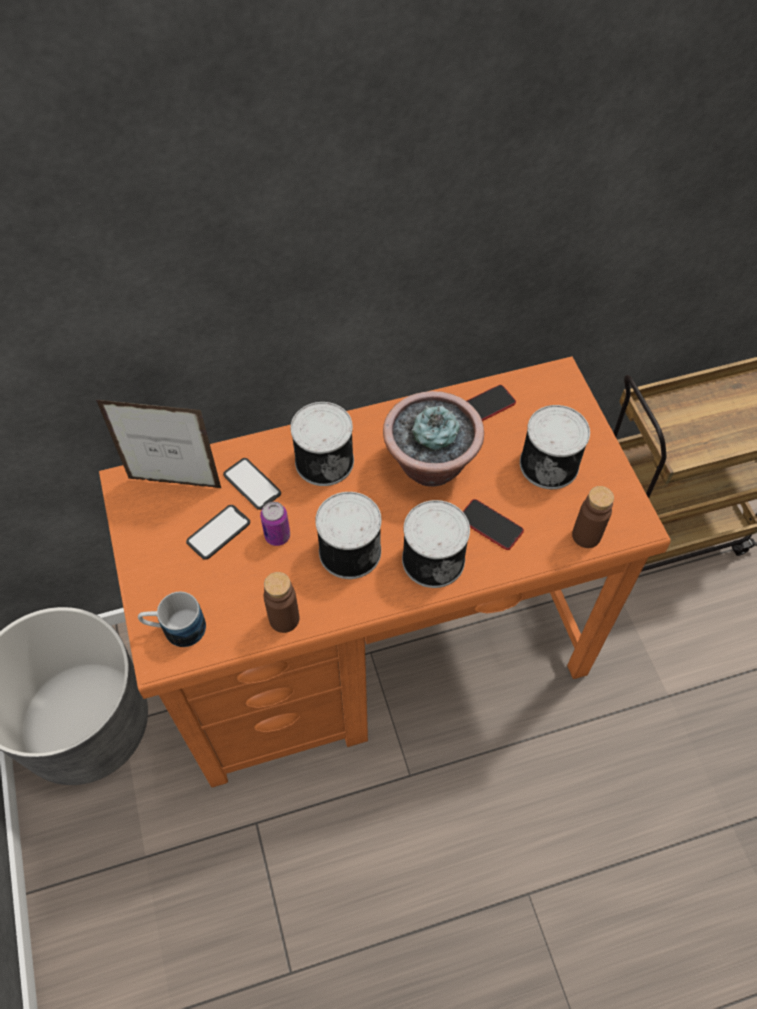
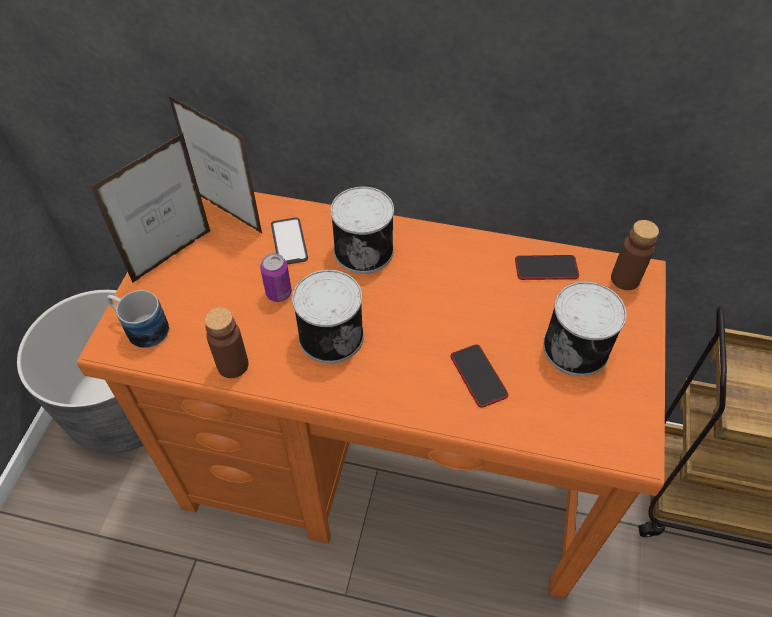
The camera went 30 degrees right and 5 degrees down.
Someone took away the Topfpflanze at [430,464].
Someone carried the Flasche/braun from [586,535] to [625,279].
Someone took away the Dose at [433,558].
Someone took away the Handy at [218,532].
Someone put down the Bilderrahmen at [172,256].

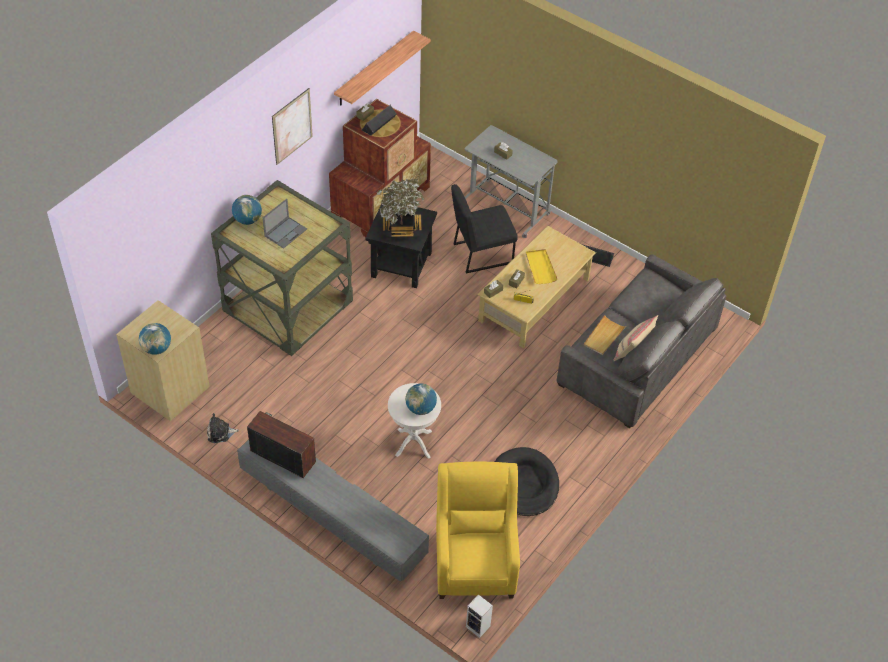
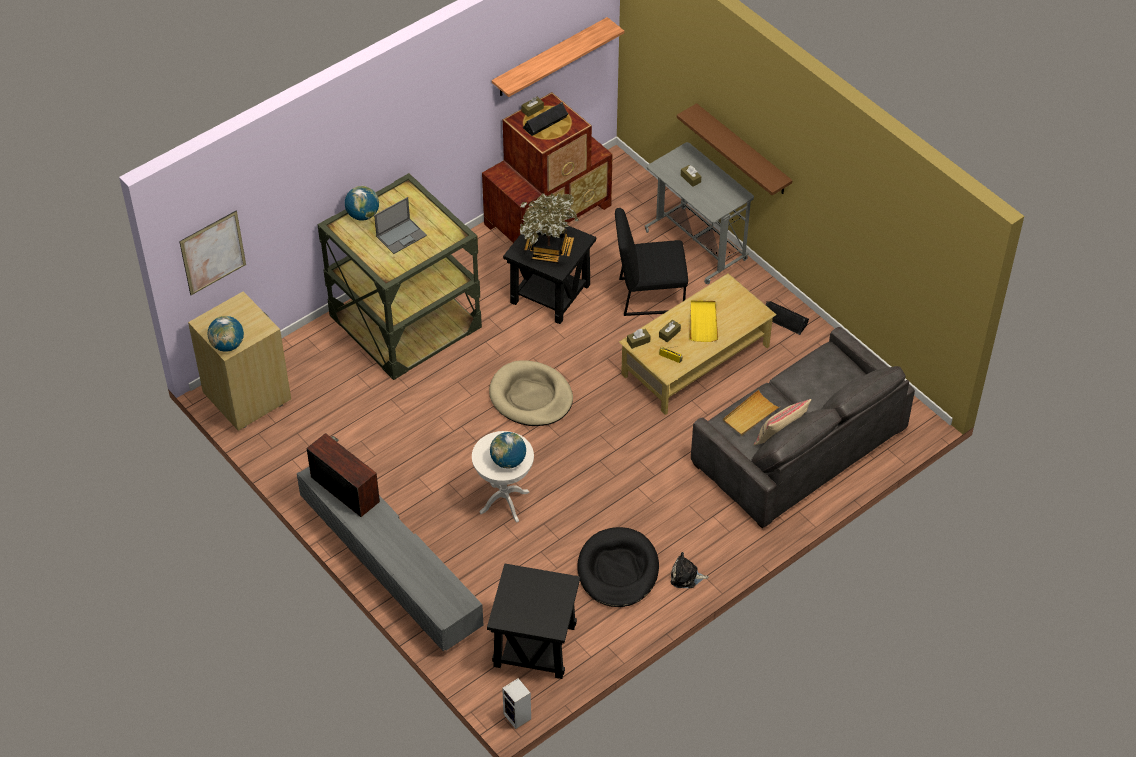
The camera went 15 degrees right and 0 degrees up.
Someone carried the Bild from [292,126] to [213,252].
Someone carried the Plüschtier from [220,433] to [686,577].
Someone swapped the Sessel/gelb at [475,561] for the Beistelltisch/schwarz at [535,645].
Someone put up the Wandregal/braun at [743,150].
Someone put down the Hundebett/beige at [531,397].

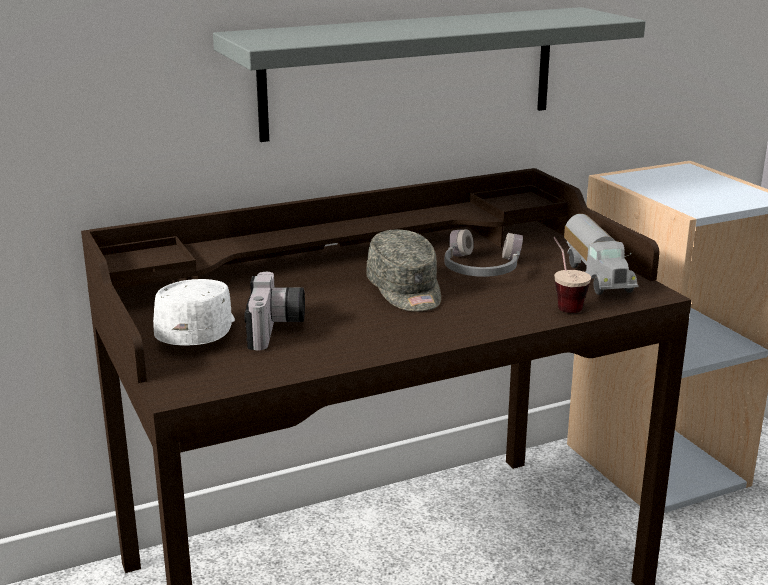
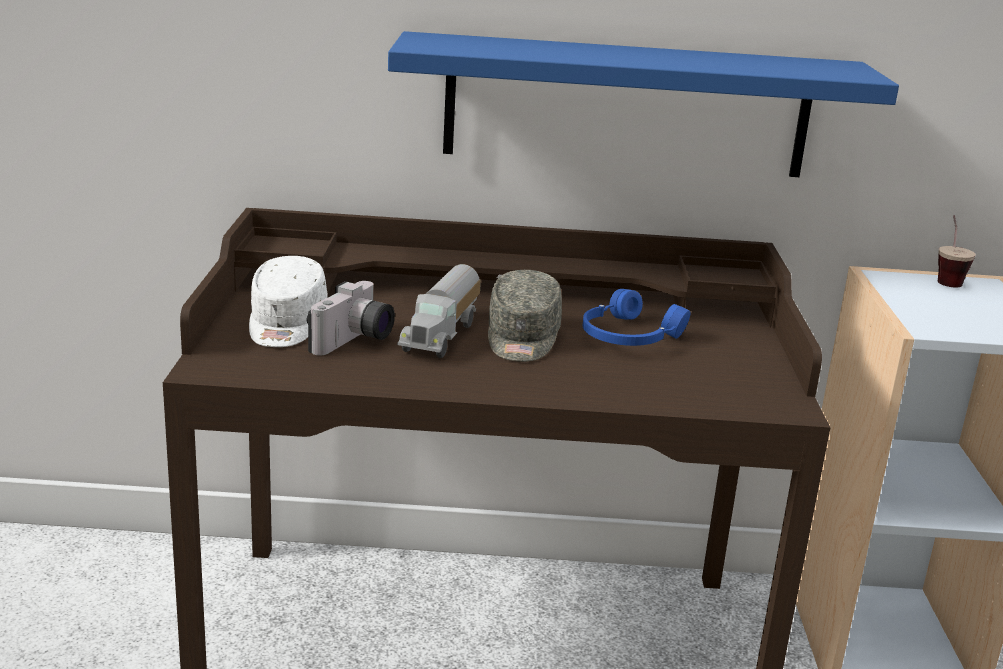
The camera went 25 degrees right and 0 degrees up.
Someone repainted the Wandregal/grau at [410,72], which became the Wandregal/blau at [626,106].
Someone carried the Spielzeuglaster from [598,276] to [443,335].
Someone repainted the Kopfhörer/grau at [480,269], which became the Kopfhörer/blau at [628,337].
Someone carried the Tasse from [563,303] to [947,279].
Someone rotated the Kappe/weiß at [199,331] by 150 degrees clockwise.

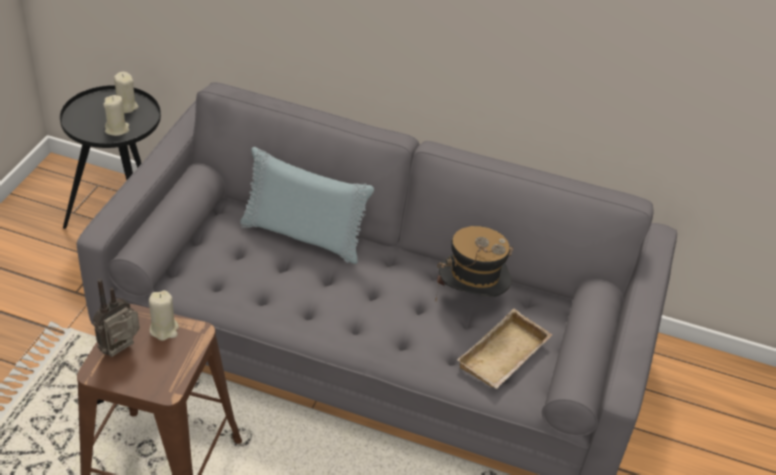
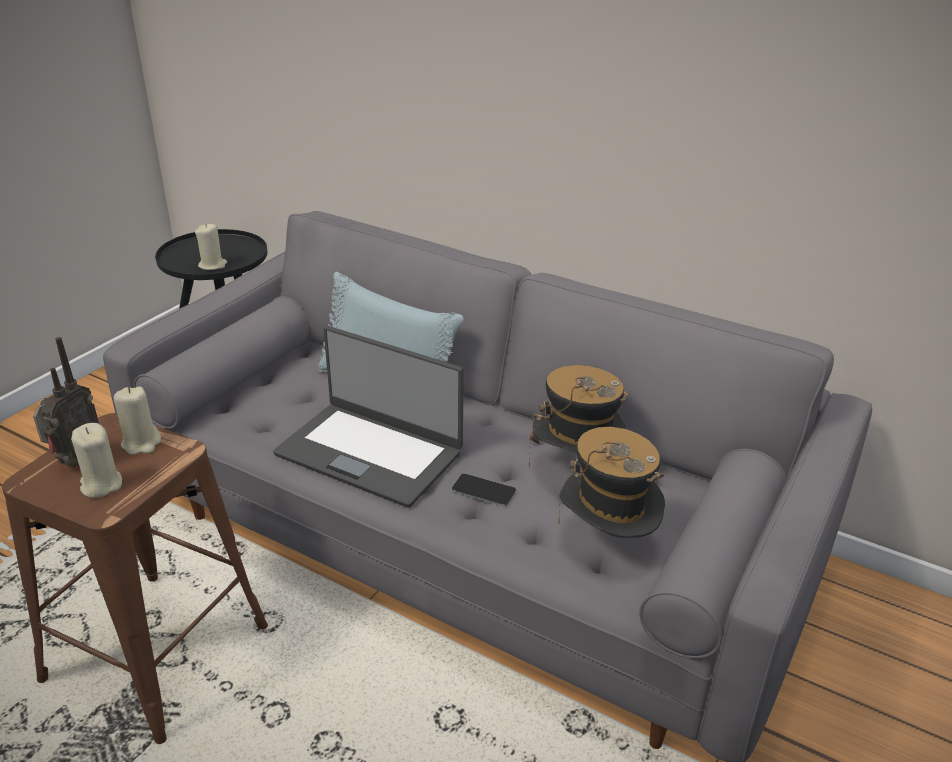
The camera went 15 degrees right and 10 degrees down.
Someone carried the Kerze/beige from [126,106] to [101,484].
Someone rotated the Radio at [122,351] by 150 degrees clockwise.
Someone swapped the Tablett/beige at [504,357] for the Hut at [606,542].
Someone put down the Laptop at [370,452].
Someone put down the Handy at [483,490].

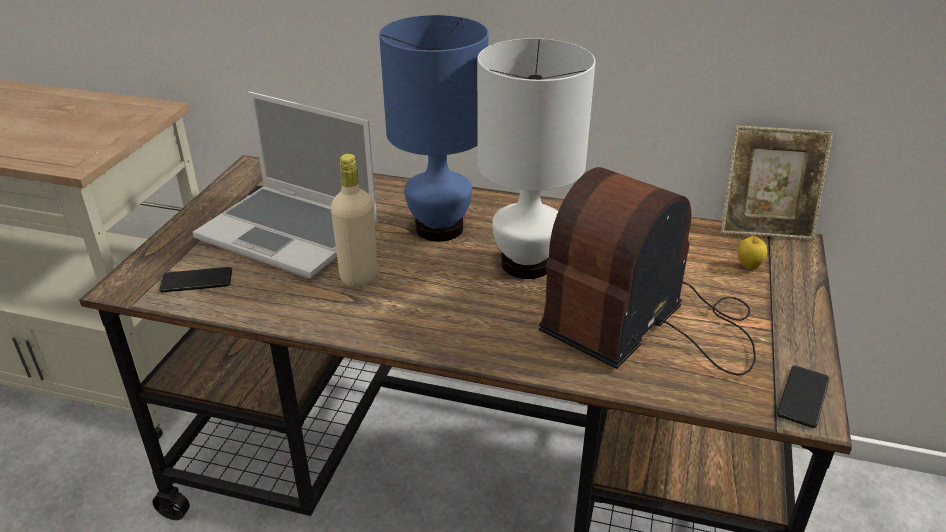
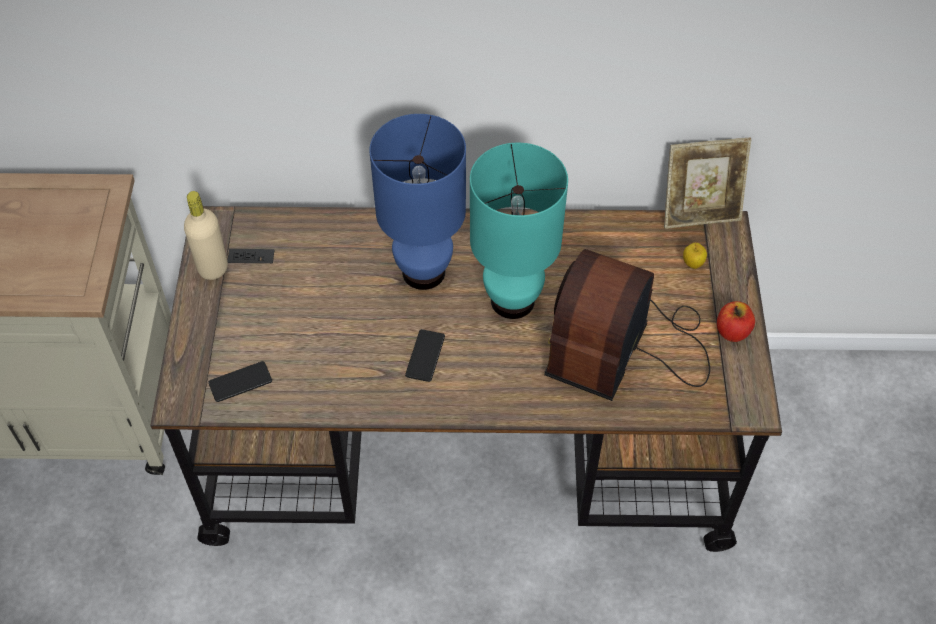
The camera went 15 degrees left and 20 degrees up.
Someone repainted the Tischlampe/weiß at [525,264], which became the Tischlampe/türkis at [511,301].
Someone took away the Laptop at [291,233].
Someone carried the Flasche/beige from [359,277] to [213,268].
Someone carried the Handy from [803,397] to [425,356].
Someone put down the Apfel at [732,331].

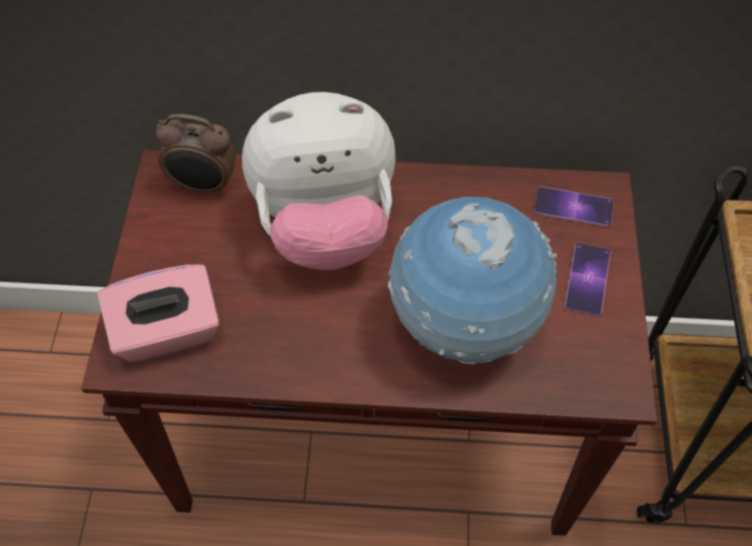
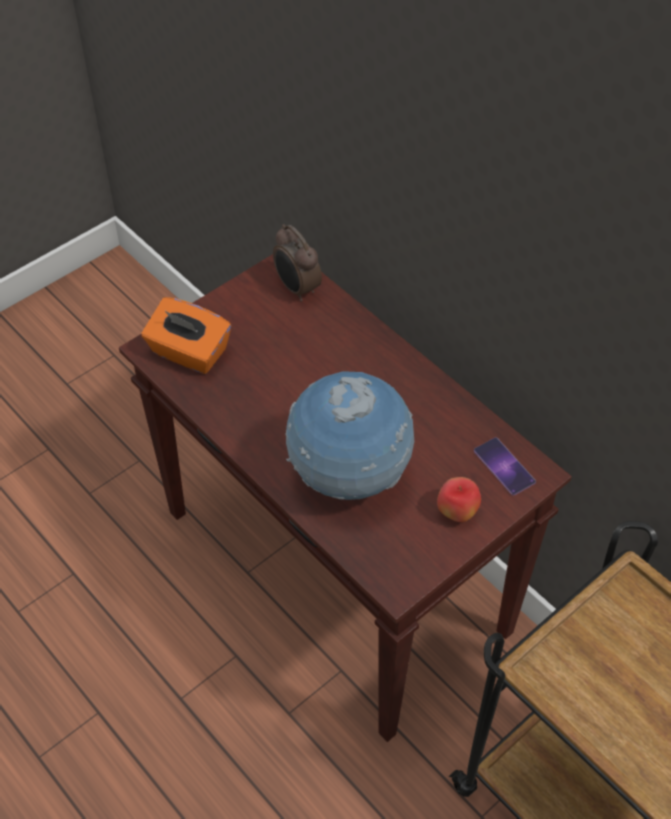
The camera went 45 degrees right and 5 degrees down.
Someone took away the Plüschtier at [325,227].
Someone swapped the Handy at [587,279] for the Apfel at [457,512].
Someone repainted the Taschentuchbox/rosa at [168,332], which became the Taschentuchbox/orange at [189,353].

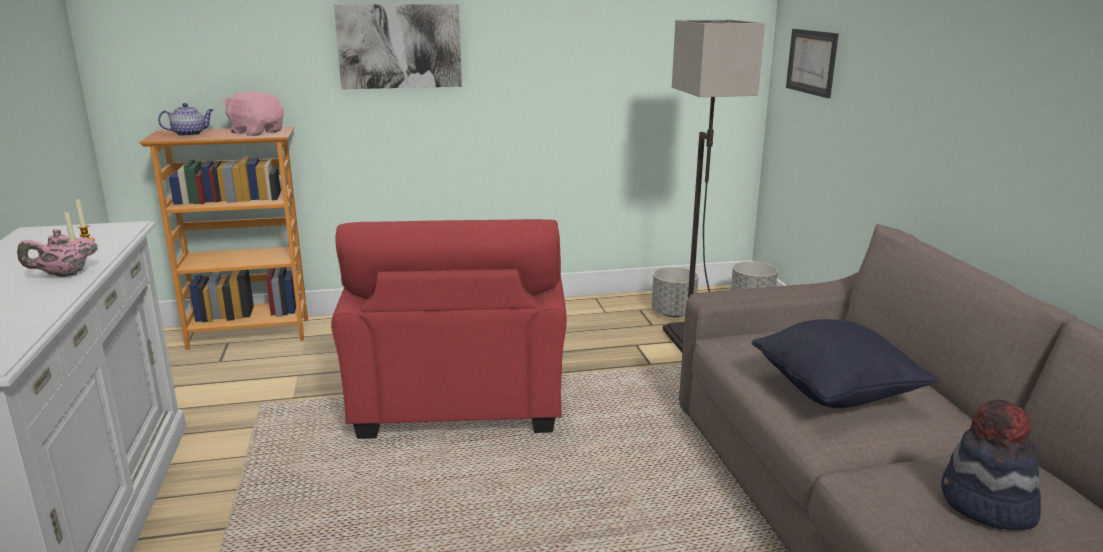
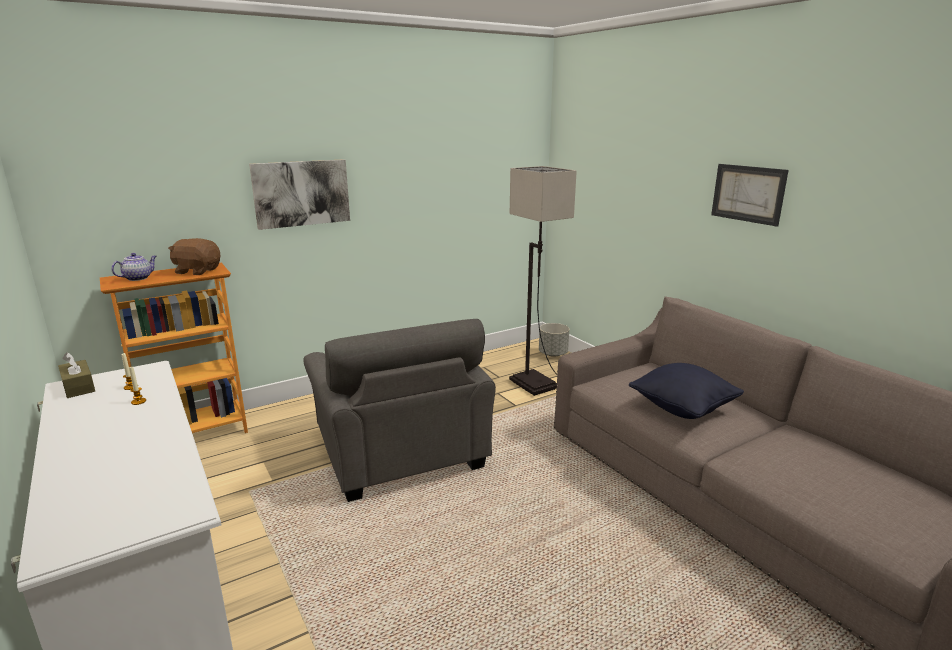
The camera went 20 degrees left and 0 degrees up.
Someone carried the Bild from [812,62] to [748,193].
Someone repainted the Plüschtier/rosa at [257,132], which became the Plüschtier/braun at [197,271].
Someone repainted the Sessel/rot at [459,394], which became the Sessel/grau at [400,452].
Someone took away the Teekanne/rosa at [64,275].
Someone took away the Pflanzkübel/grau at [673,313].
Someone took away the Hut at [986,505].
Someone put down the Taschentuchbox/braun at [78,387].

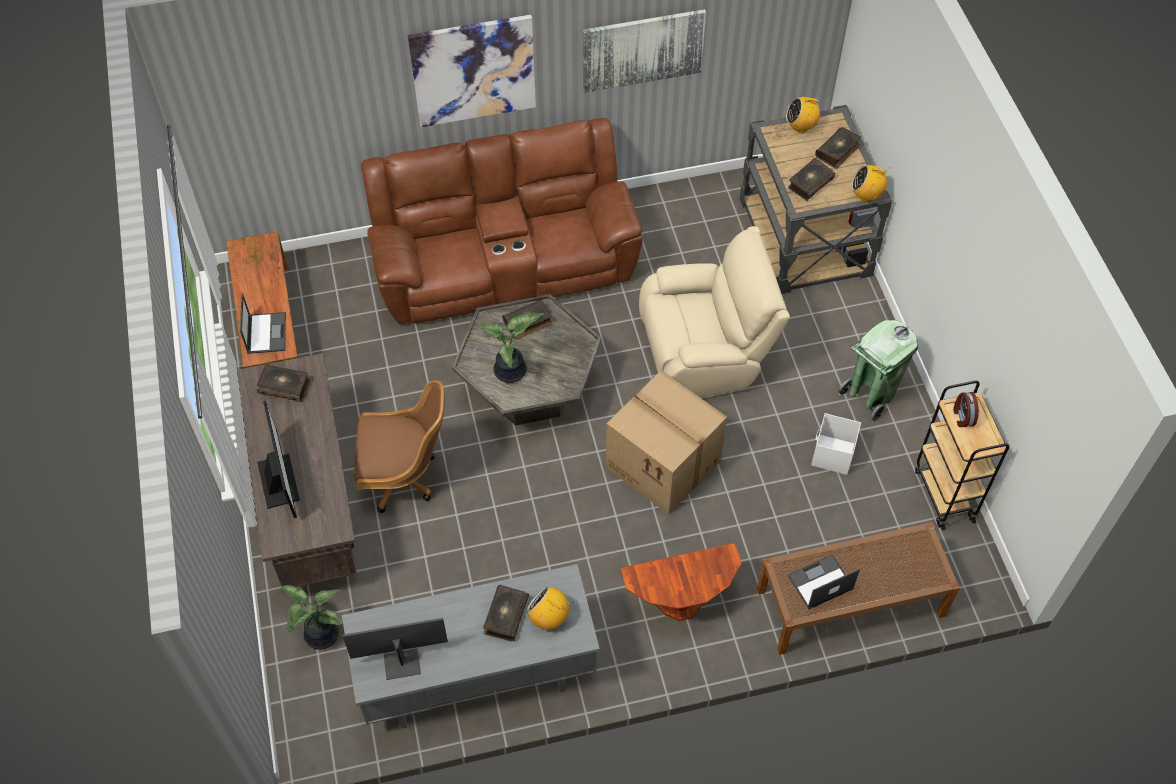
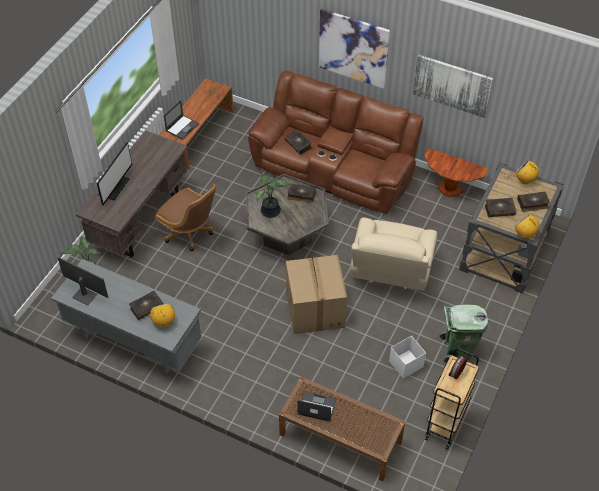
The camera went 40 degrees right and 5 degrees down.
Someone rotated the Sessel/beige at [704,352] by 75 degrees clockwise.
Someone carried the Buch from [284,386] to [298,144].
Someone carried the Beistelltisch/braun from [681,604] to [449,189].

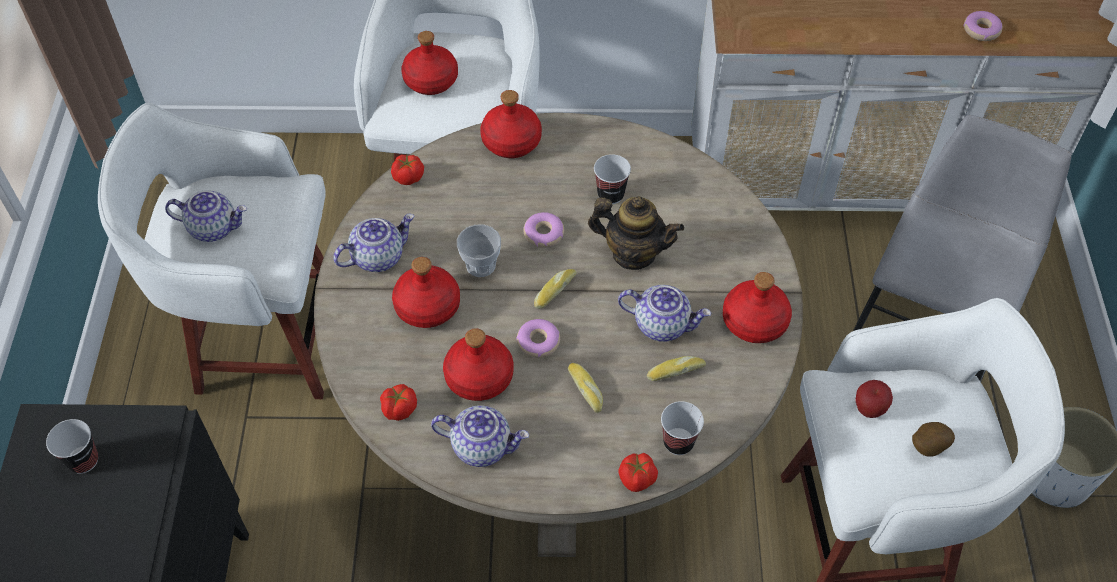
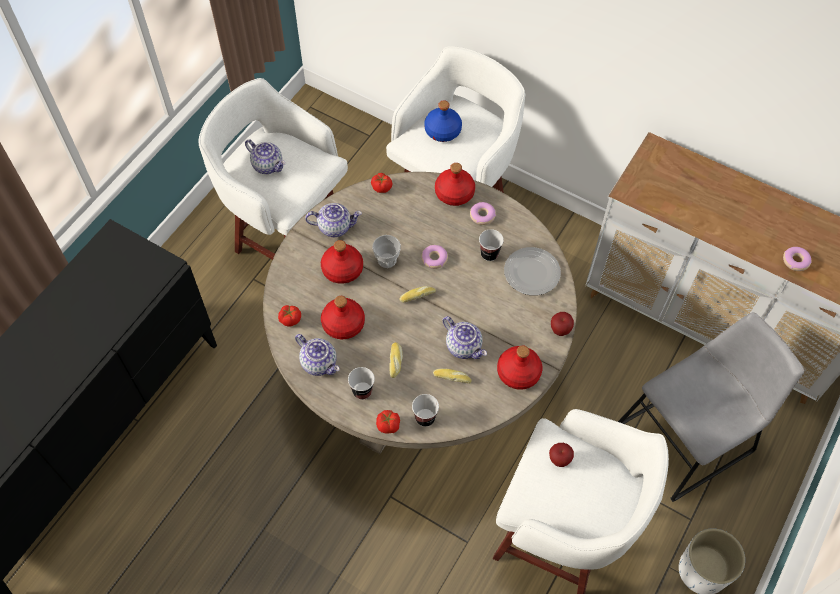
The camera went 30 degrees right and 5 degrees up.
Someone repainted the Flasche/rot at [431,81], which became the Flasche/blau at [442,131].
Someone took away the Teekanne at [633,253].
Someone carried the Donut from [538,342] to [482,216].
Someone carried the Tasse from [83,460] to [362,391].
Someone took away the Kartoffel at [927,446].
Someone put down the Teller at [532,272].
Someone put down the Apfel at [560,330].

